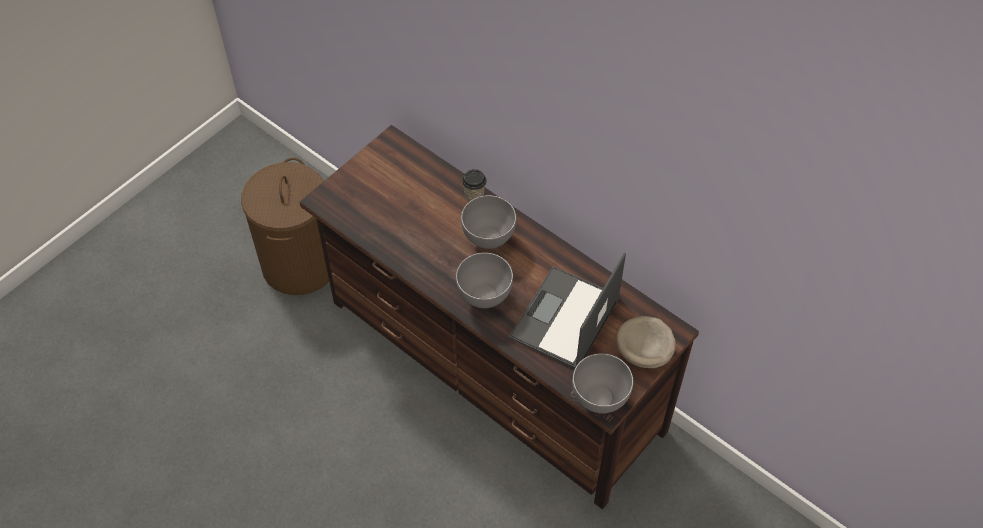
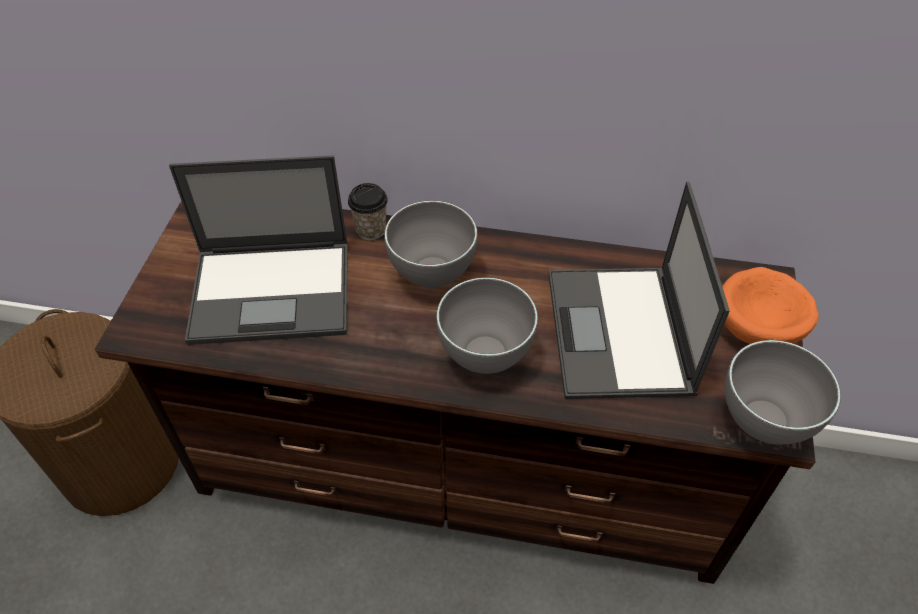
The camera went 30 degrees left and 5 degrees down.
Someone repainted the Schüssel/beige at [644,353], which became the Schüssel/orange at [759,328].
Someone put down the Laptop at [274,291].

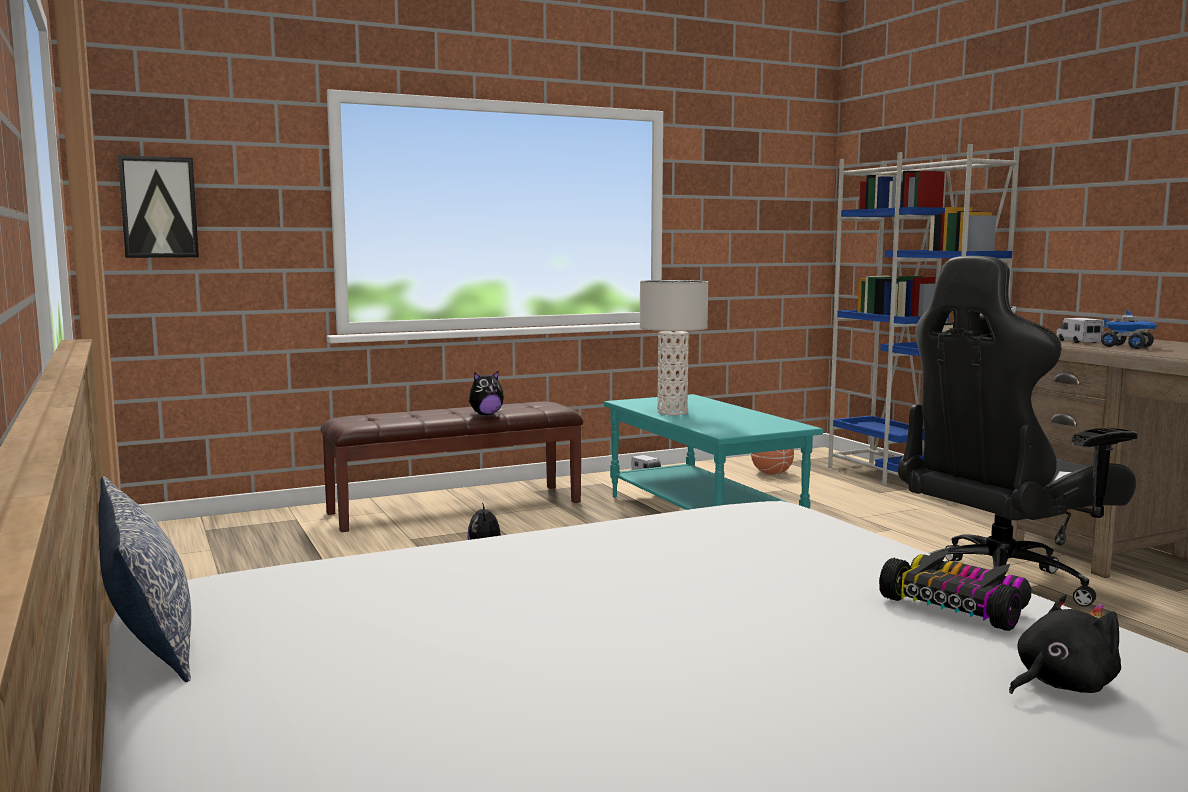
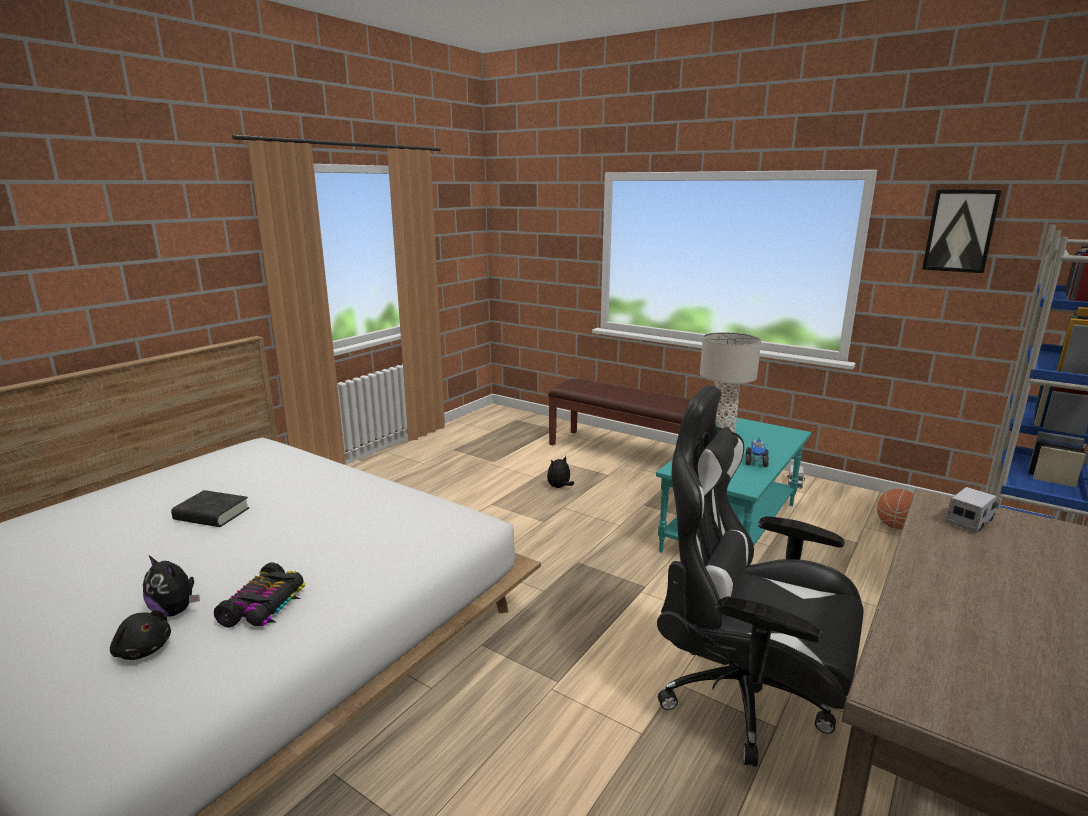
The camera went 60 degrees right and 10 degrees up.
Someone carried the Bild from [159,207] to [960,231].
Someone carried the Spielzeuglaster from [1127,347] to [756,462].
Someone carried the Plüschtier from [486,414] to [175,611].
Someone took away the Kissen at [148,629].
Someone put down the Buch/schwarz at [212,514].

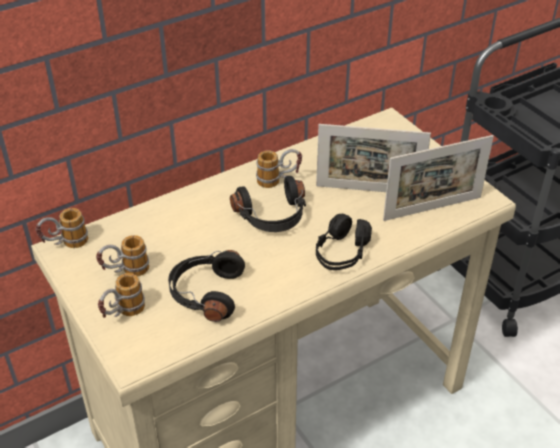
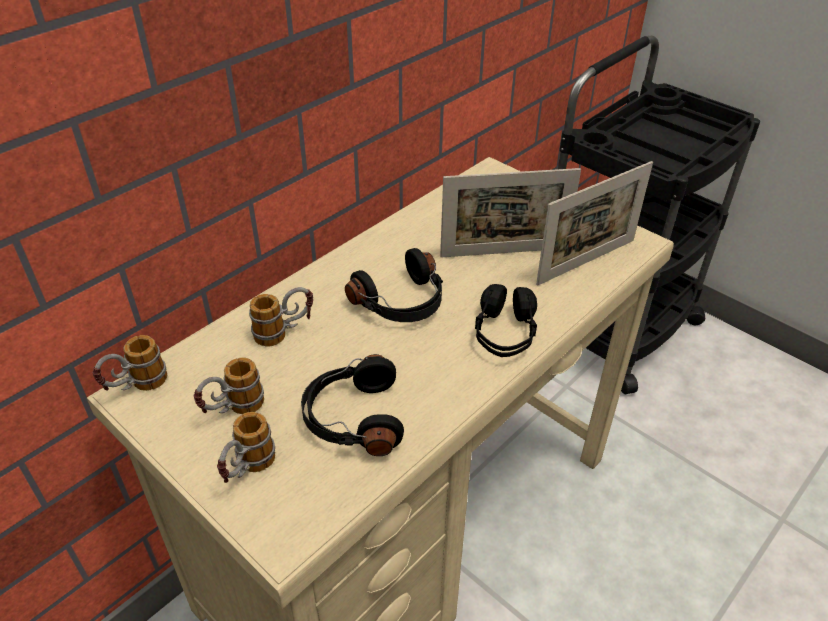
The camera went 15 degrees left and 0 degrees up.
Someone carried the Henkelbecher from [278,181] to [284,333].

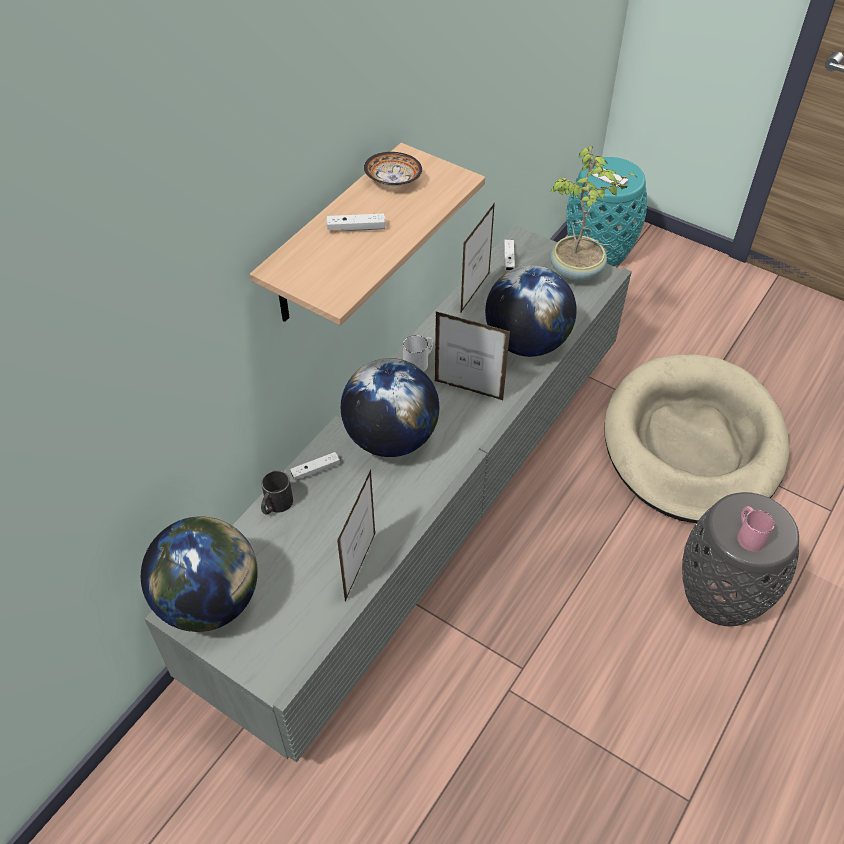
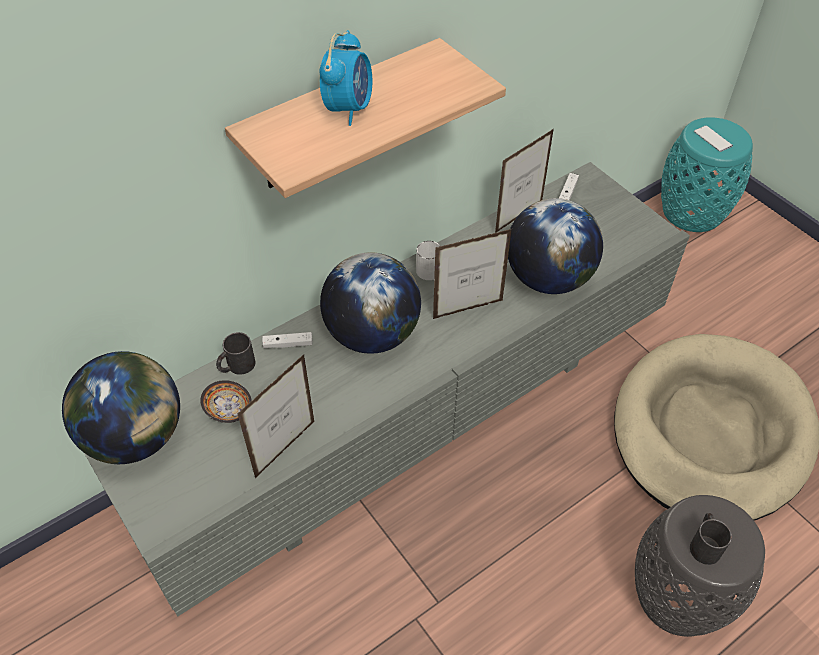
The camera went 20 degrees right and 0 degrees up.
Someone took away the Topfpflanze at [577,272].
Someone carried the Schüssel from [393,181] to [228,409].
Someone swapped the Gamepad/weiß at [356,228] for the Wecker at [349,108].
Someone rotated the Bilderrahmen at [468,390] by 120 degrees clockwise.
Someone repainted the Henkelbecher/rosa at [748,534], which became the Henkelbecher/schwarz at [704,543].

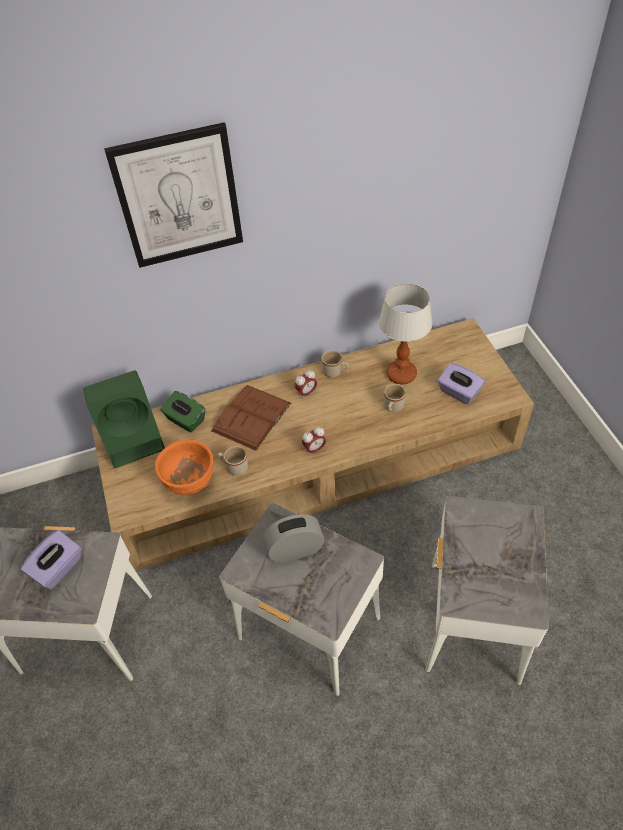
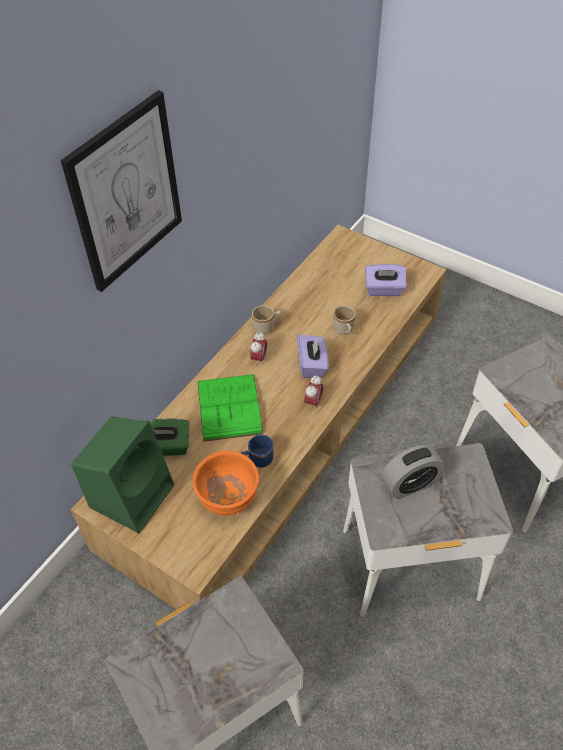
The camera went 40 degrees left and 0 degrees up.
Someone took away the Tischlampe at [401,374].
Someone repainted the Buch/braun at [251,417], which became the Buch/grün at [229,407].
Someone repainted the Henkelbecher/beige at [234,467], which became the Henkelbecher/blau at [257,459].
Someone rotated the Wecker at [295,550] by 150 degrees counterclockwise.
Someone carried the Taschentuchbox/lila from [58,568] to [312,365].

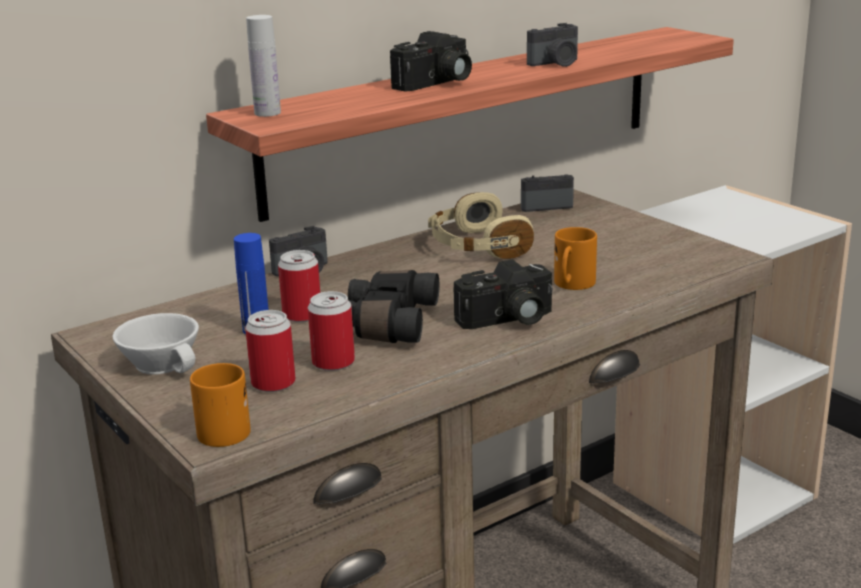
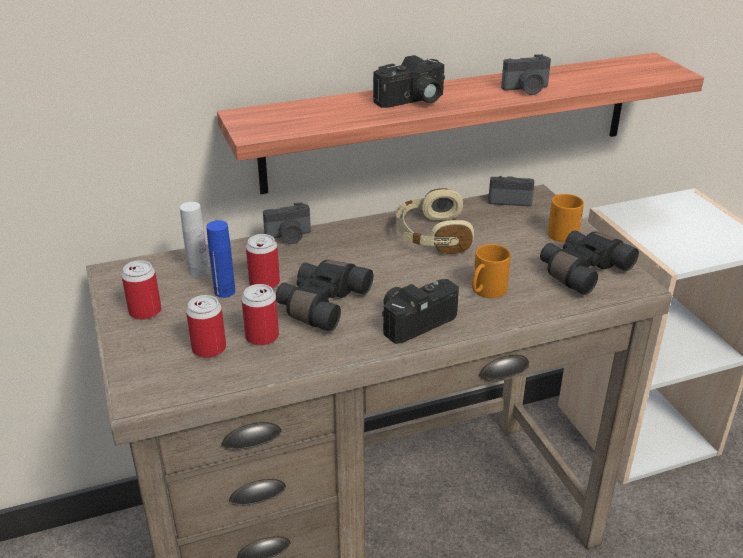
The camera went 15 degrees right and 10 degrees up.
Someone carried the Flasche/weiß from [267,113] to [198,271].
Someone rotated the Kamera at [507,320] by 150 degrees clockwise.
Someone swapped the Tasse/weiß at [164,363] for the Dose at [145,311].
Someone carried the Henkelbecher/orange from [218,428] to [559,231].
Someone put down the Fernglas/schwarz at [581,270].

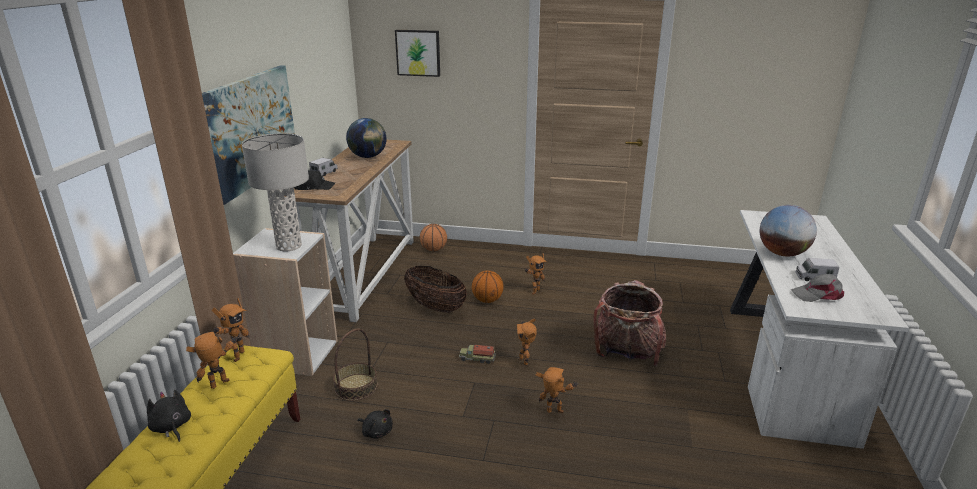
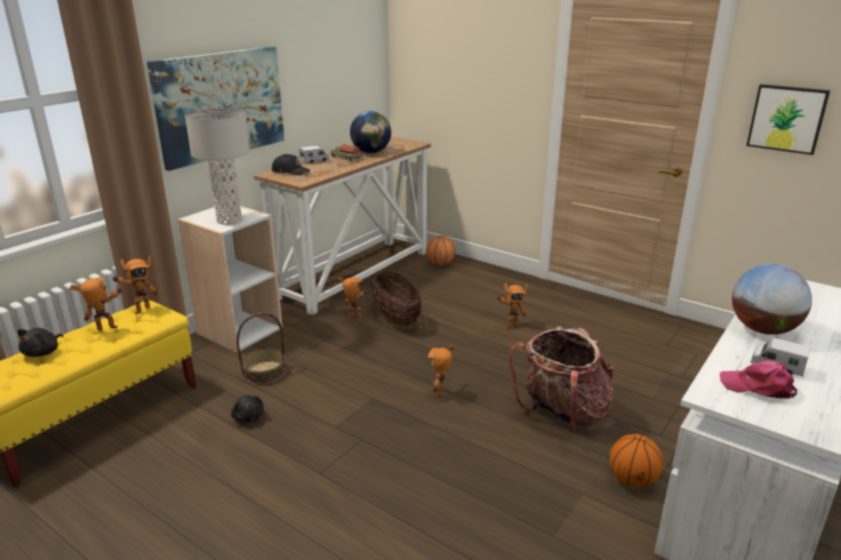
The camera went 25 degrees right and 0 degrees up.
Someone carried the Bild from [418,52] to [787,118].
Someone carried the Basketball from [487,300] to [632,480].
Someone repainted the Kappe/grau at [818,294], which became the Kappe/rosa at [758,387].
Someone carried the Spielzeuglaster from [477,358] to [345,158].
Someone carried the Spielzeugroboter from [555,413] to [355,317].
Someone rotated the Plüschtier/schwarz at [171,427] by 150 degrees counterclockwise.

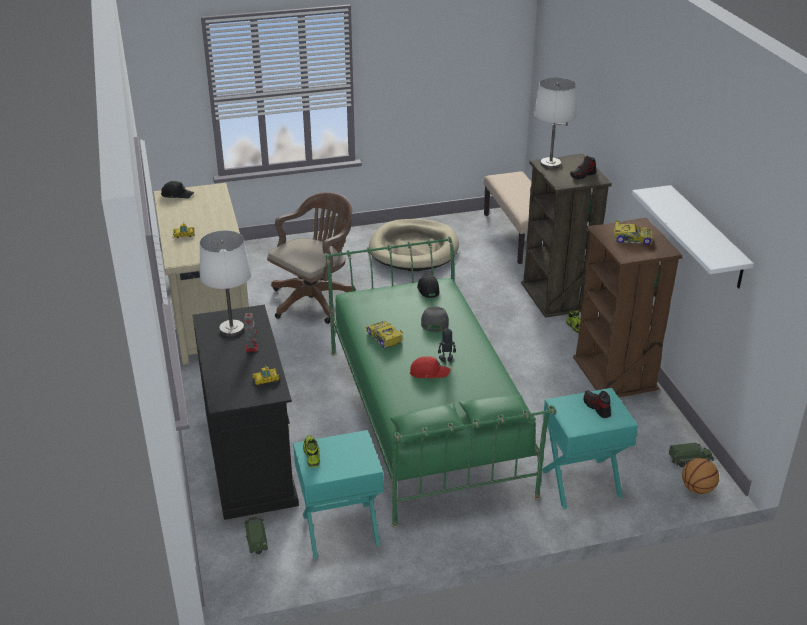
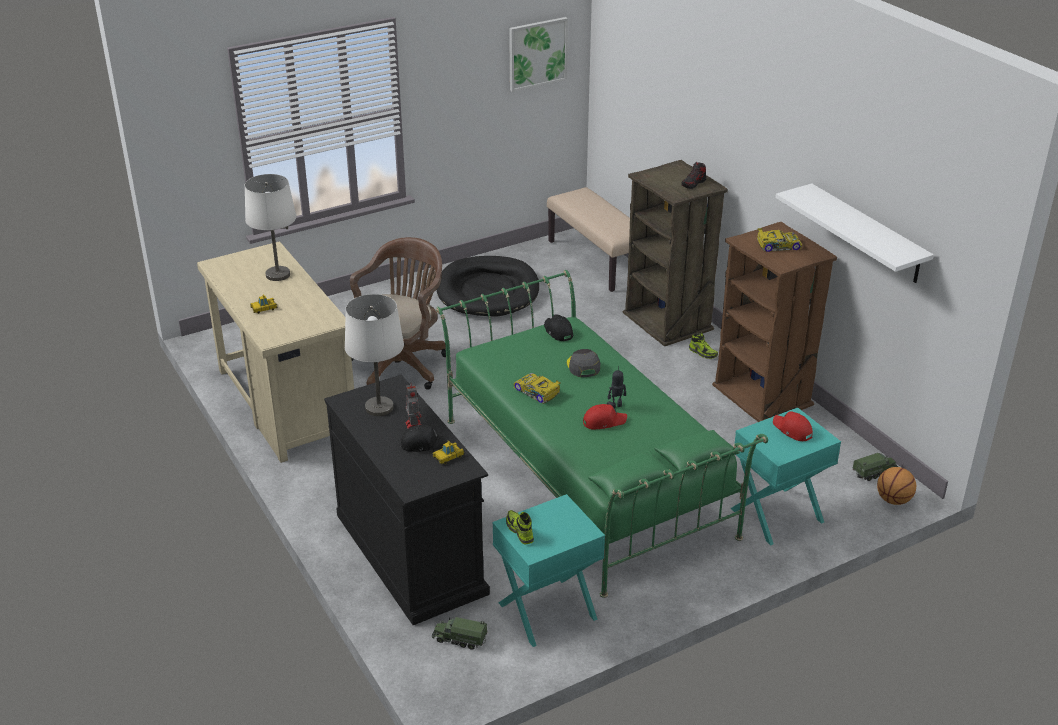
The camera went 15 degrees left and 0 degrees up.
Someone carried the Tischlampe/weiß from [550,164] to [277,275].
Someone carried the Kappe/schwarz from [177,194] to [423,443].
Someone repainted the Hundebett/beige at [414,249], which became the Hundebett/schwarz at [488,291].
Someone swapped the Schuh at [596,407] for the Kappe/rot at [792,430].
Someone rotated the Spielzeuglaster at [256,539] by 45 degrees counterclockwise.
Someone put up the Bild at [537,53].

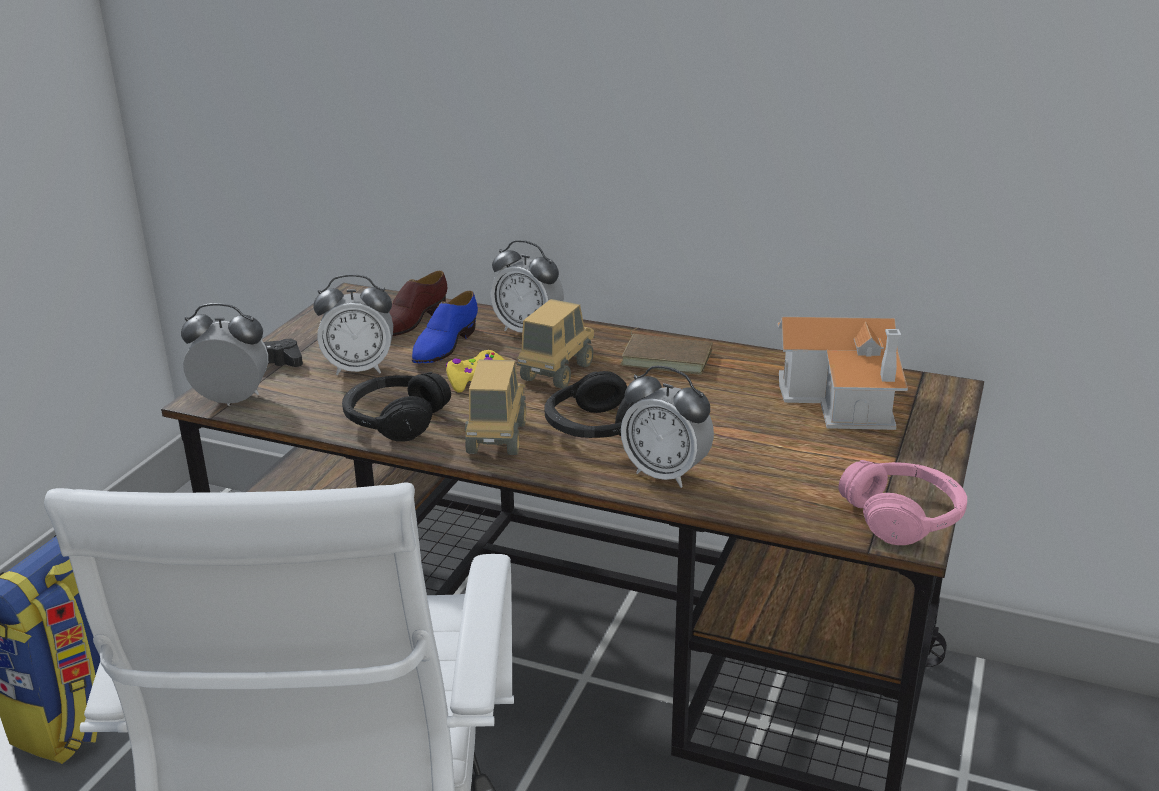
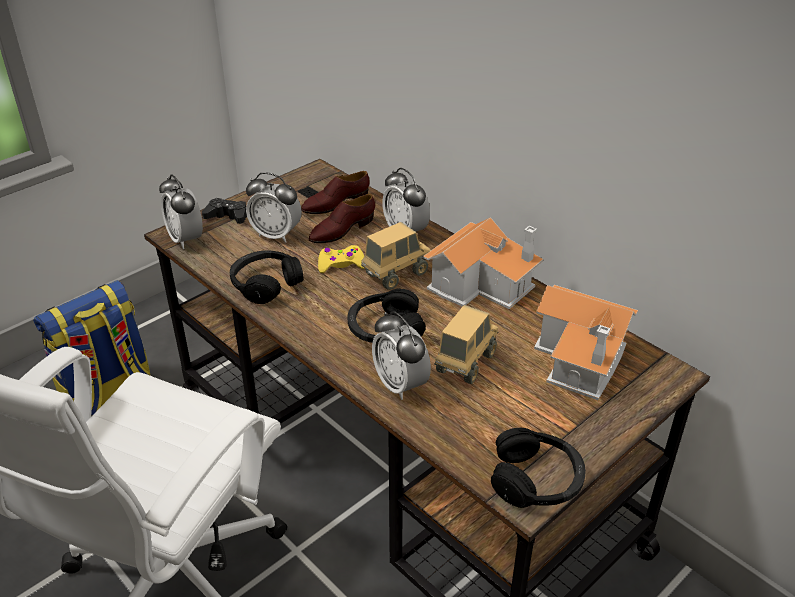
The camera went 25 degrees right and 10 degrees up.
Someone repainted the Schuh/blau at [444,346], which became the Schuh/braun at [341,230].
Someone rotated the Wecker at [232,400] by 150 degrees counterclockwise.
Someone swapped the Buch/braun at [668,357] for the Spielzeughaus at [482,283].
Someone carried the Spielzeuglaster from [497,439] to [465,363].
Someone repainted the Kopfhörer/rosa at [903,517], which became the Kopfhörer/schwarz at [536,480].

